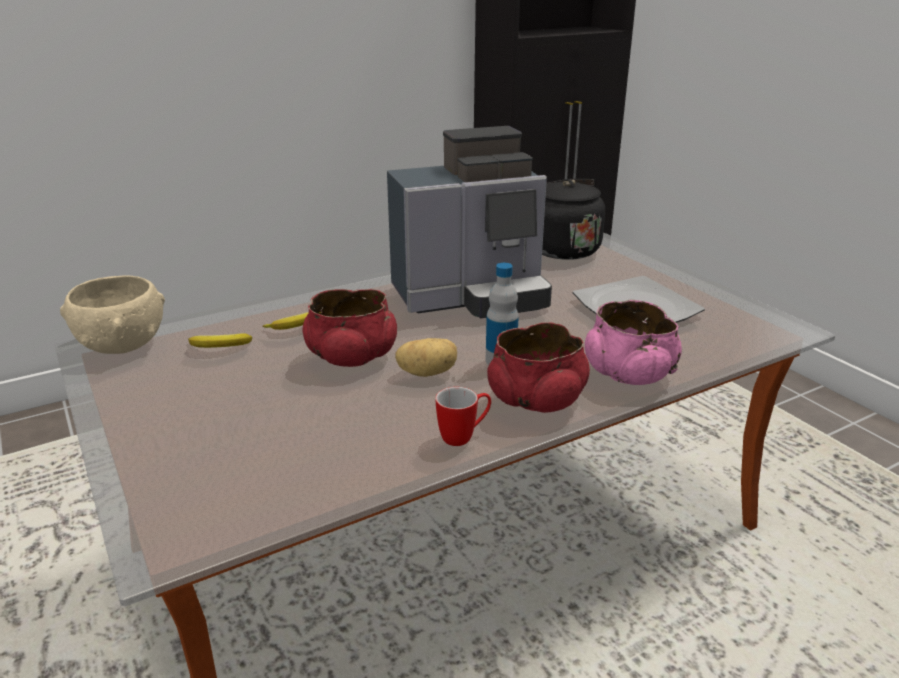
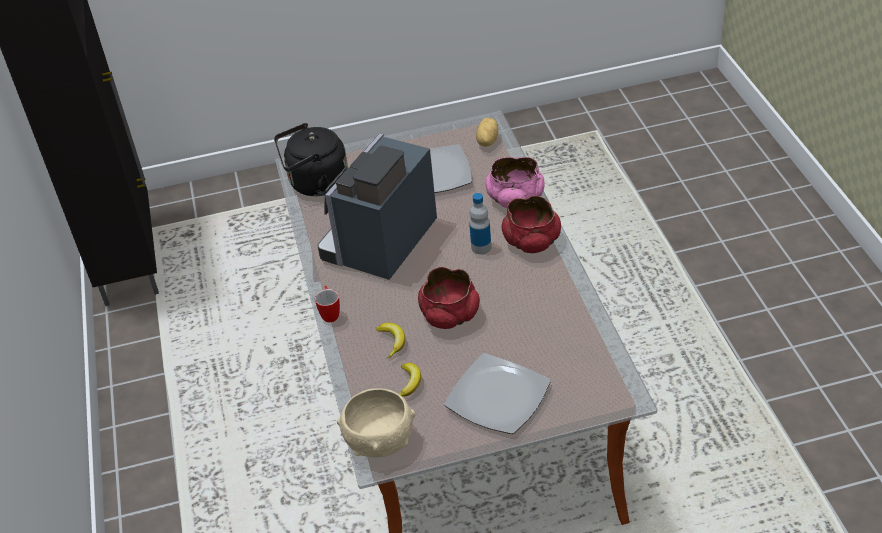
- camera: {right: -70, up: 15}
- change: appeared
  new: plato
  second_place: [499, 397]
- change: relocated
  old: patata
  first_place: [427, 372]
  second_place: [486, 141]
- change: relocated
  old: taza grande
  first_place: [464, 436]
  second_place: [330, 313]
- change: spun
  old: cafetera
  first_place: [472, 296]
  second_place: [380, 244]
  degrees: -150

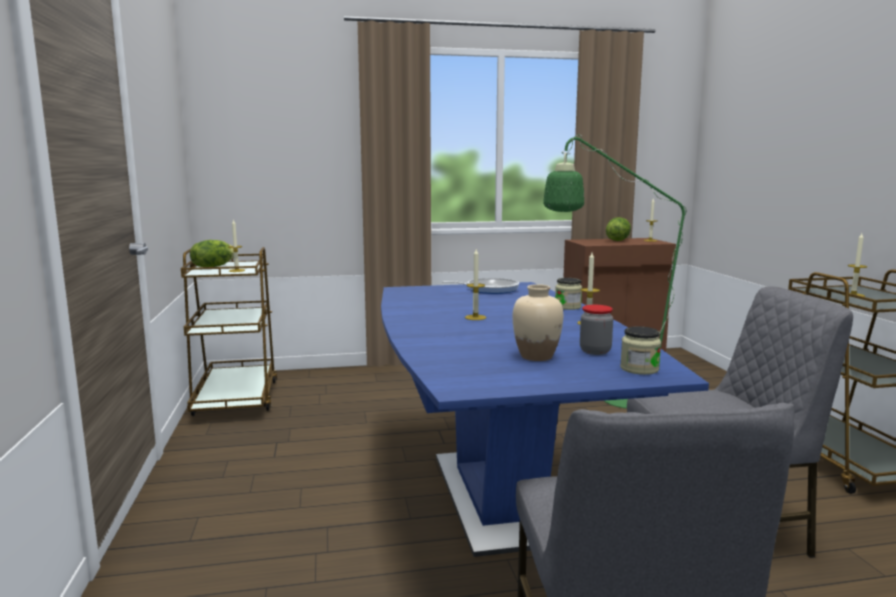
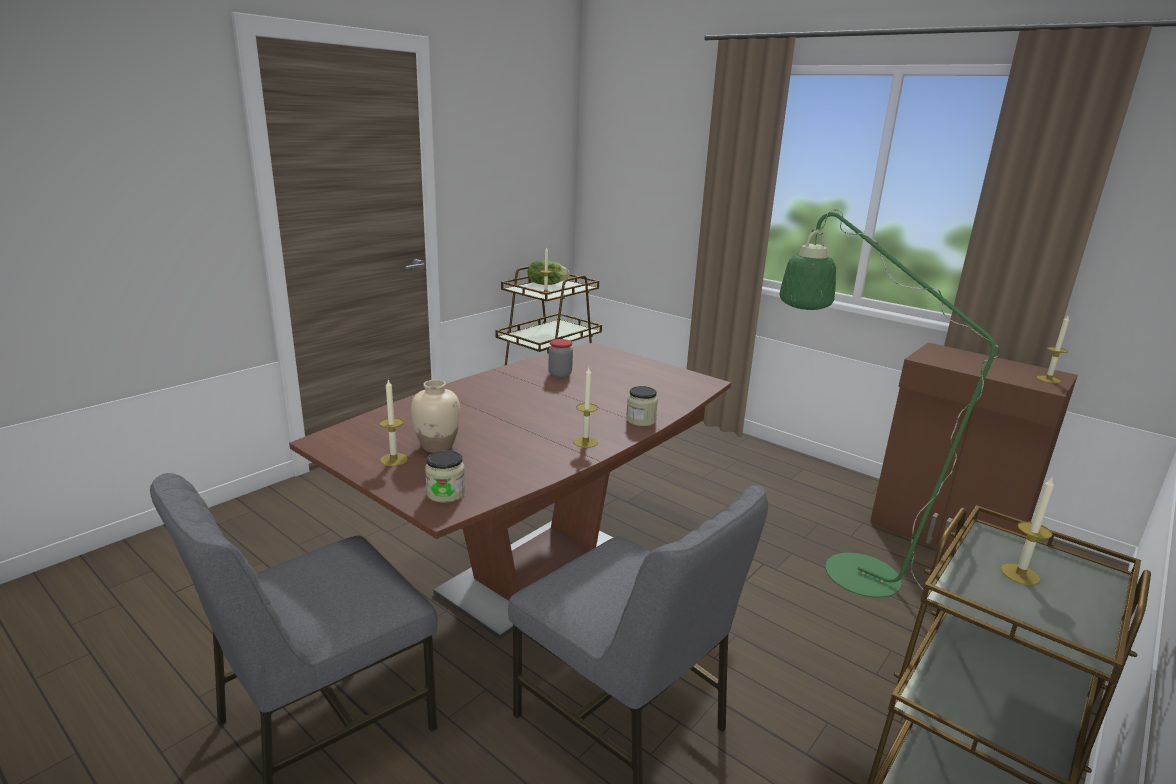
- camera: {right: 50, up: 10}
- change: missing
  old: sartén
  first_place: [489, 289]
- change: missing
  old: lechuga
  first_place: [617, 240]
- change: relocated
  old: vela
  first_place: [475, 317]
  second_place: [394, 459]
- change: relocated
  old: tarro
  first_place: [595, 351]
  second_place: [560, 374]
- change: colour
  old: mesa de comedor (azul)
  new: mesa de comedor (marrón)
  first_place: [497, 496]
  second_place: [536, 570]

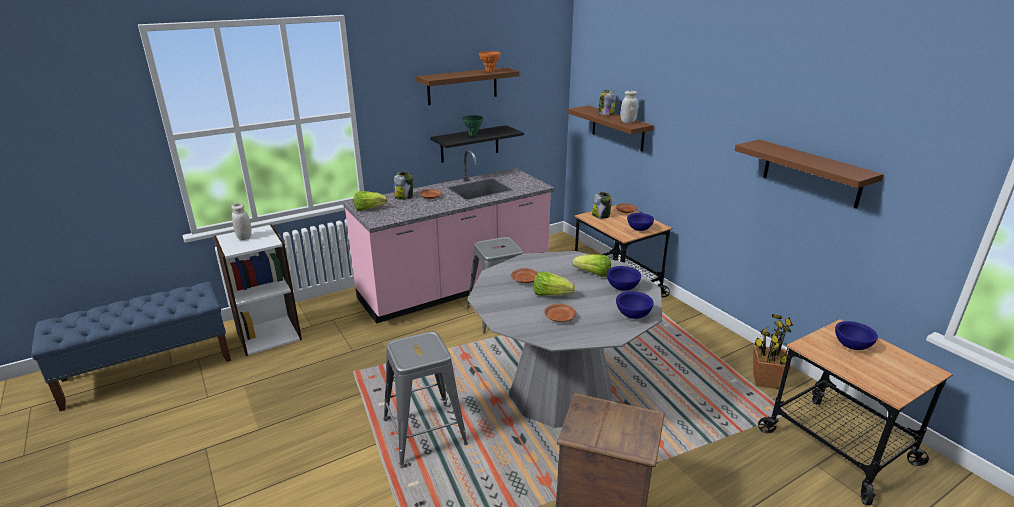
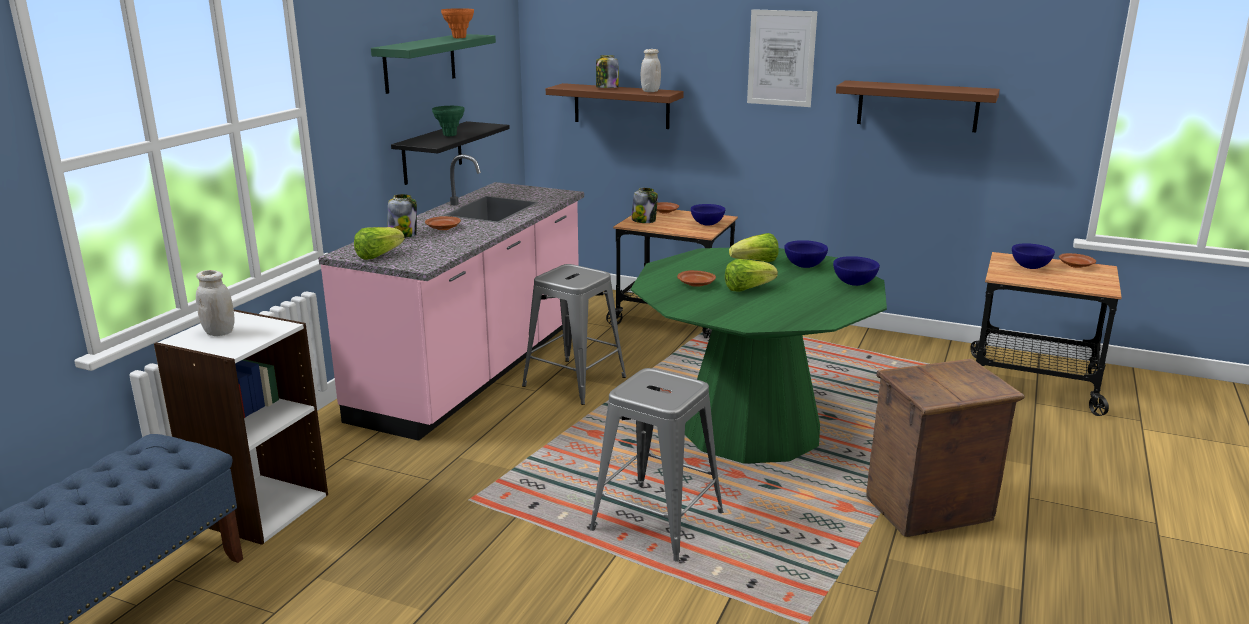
- camera: {right: -35, up: -5}
- change: missing
  old: planta en maceta
  first_place: [765, 381]
- change: appeared
  new: cuadro
  second_place: [781, 58]
- change: relocated
  old: plato (marrón)
  first_place: [559, 317]
  second_place: [1075, 265]
- change: colour
  old: estante (marrón)
  new: estante (verde)
  first_place: [462, 86]
  second_place: [420, 63]
- change: colour
  old: mesa de comedor (gris)
  new: mesa de comedor (verde)
  first_place: [560, 392]
  second_place: [751, 429]

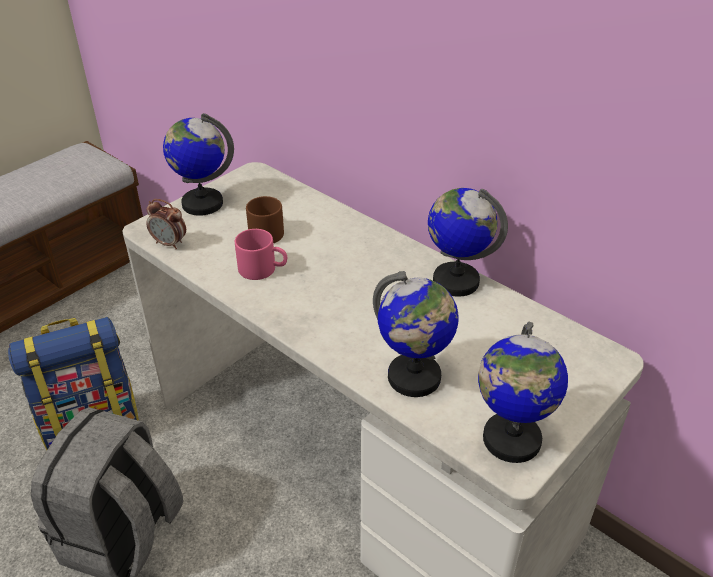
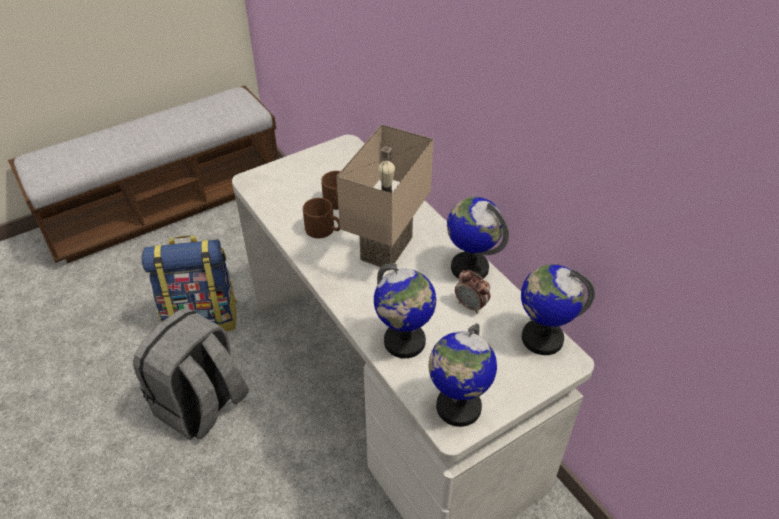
- camera: {right: 15, up: 5}
- change: appeared
  new: lámpara de mesa (beis)
  second_place: [384, 247]
- change: relocated
  old: despertador
  first_place: [170, 243]
  second_place: [471, 306]
- change: relocated
  old: globo terráqueo
  first_place: [202, 203]
  second_place: [541, 338]
- change: colour
  old: taza grande (rosa)
  new: taza grande (marrón)
  first_place: [263, 269]
  second_place: [324, 230]

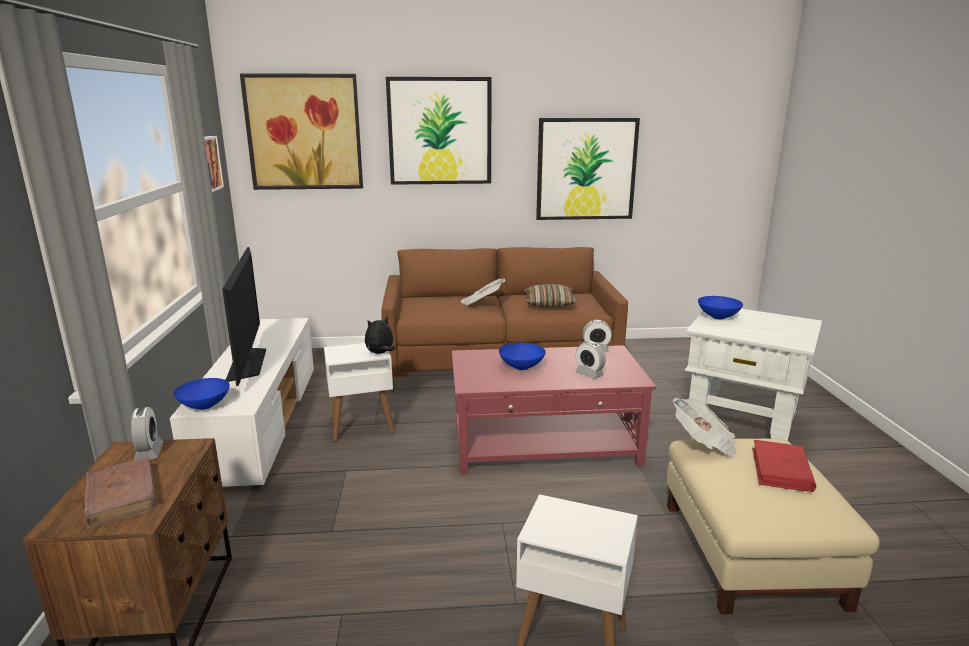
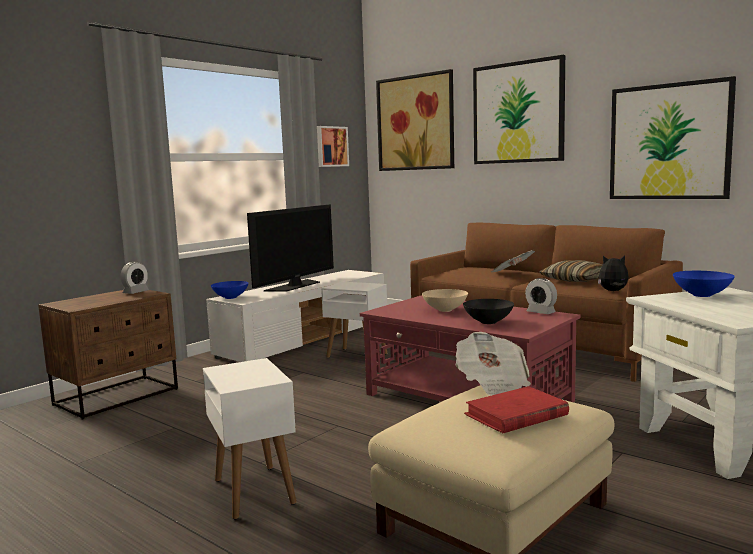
- camera: {right: 45, up: -10}
- change: missing
  old: libro (marrón)
  first_place: [120, 496]
- change: relocated
  old: peluche
  first_place: [380, 353]
  second_place: [613, 291]
- change: exchanged
  old: despertador
  new: cuenco (negro)
  first_place: [589, 374]
  second_place: [488, 322]
- change: colour
  old: cuenco (azul)
  new: cuenco (beis)
  first_place: [521, 367]
  second_place: [445, 310]

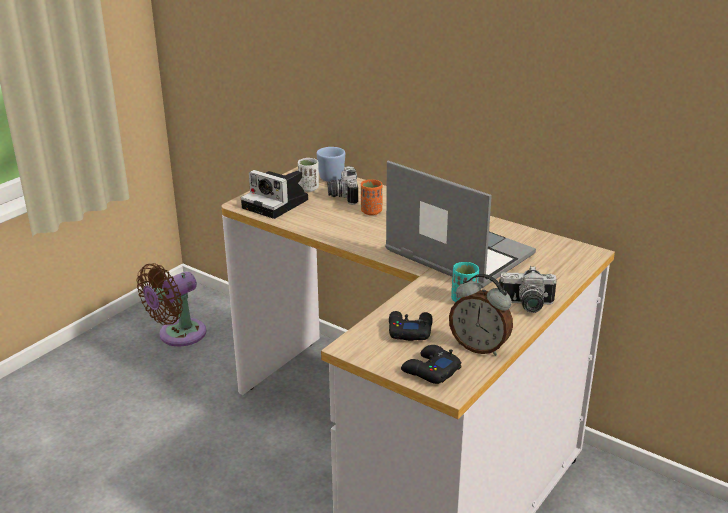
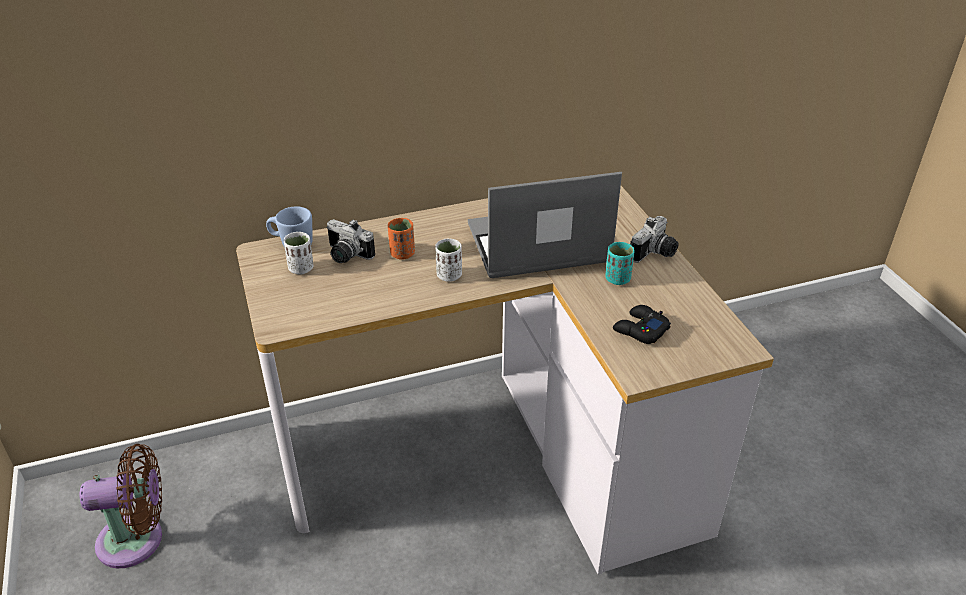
- camera: {right: -55, up: 10}
- change: missing
  old: cámara
  first_place: [278, 204]
- change: missing
  old: mando de consola (negro)
  first_place: [430, 370]
- change: missing
  old: despertador
  first_place: [479, 347]
- change: appeared
  new: taza (blanco)
  second_place: [449, 275]
- change: spun
  old: ventilador (marrón)
  first_place: [178, 335]
  second_place: [137, 540]
  degrees: -90

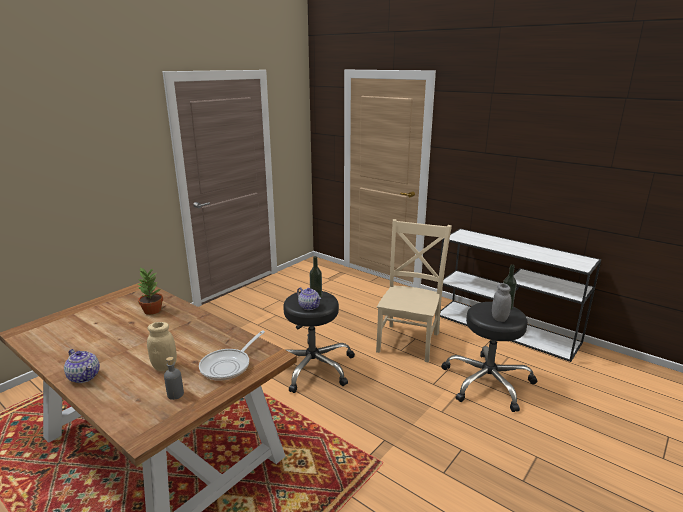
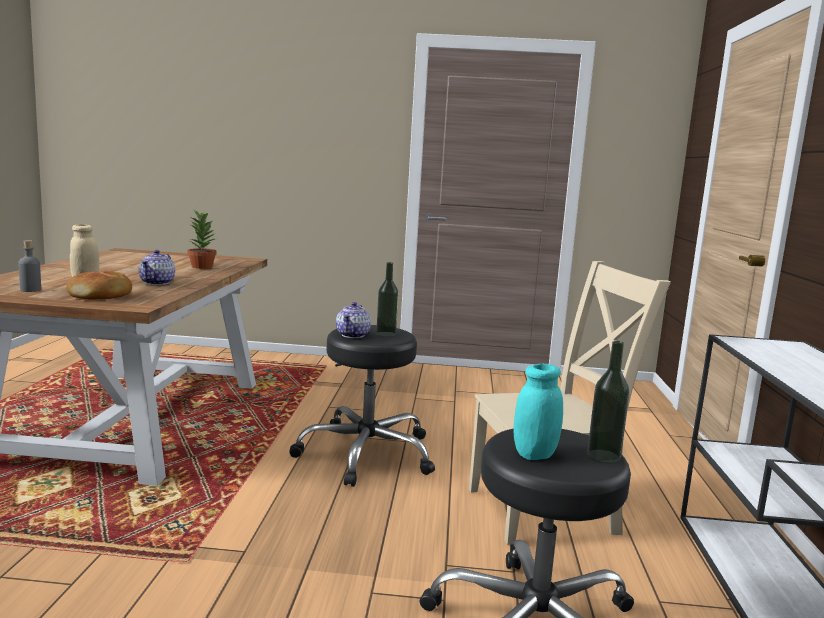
- camera: {right: 55, up: -10}
- change: relocated
  old: tetera
  first_place: [84, 376]
  second_place: [158, 283]
- change: exchanged
  old: sartén
  new: pan
  first_place: [229, 366]
  second_place: [101, 296]
- change: colour
  old: tarro (gris)
  new: tarro (turquesa)
  first_place: [499, 318]
  second_place: [535, 454]

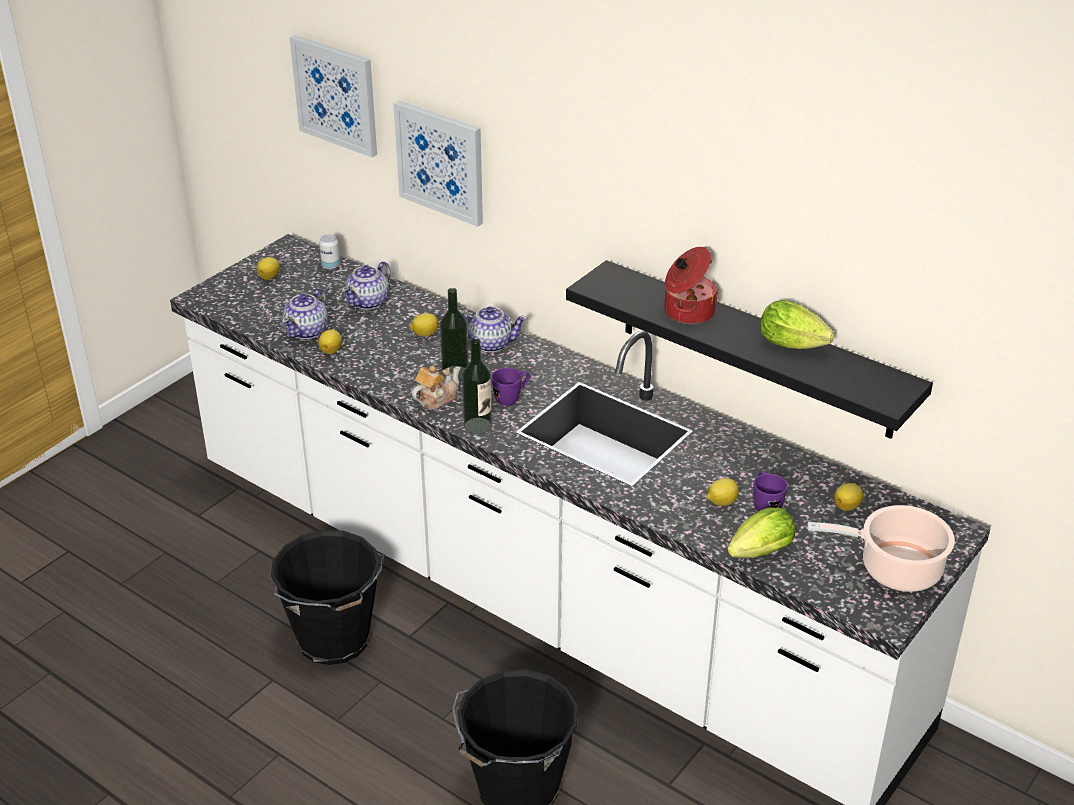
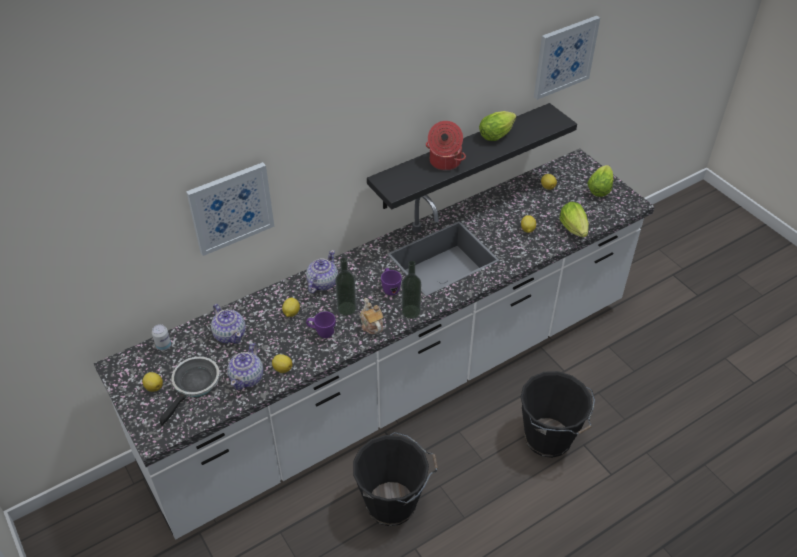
- camera: {right: -70, up: 10}
- change: appeared
  new: sartén
  second_place: [194, 385]
- change: relocated
  old: cuadro
  first_place: [336, 95]
  second_place: [564, 56]
- change: relocated
  old: taza grande (morado)
  first_place: [765, 505]
  second_place: [321, 333]
- change: exchanged
  old: olla
  new: lechuga
  first_place: [894, 569]
  second_place: [600, 188]
- change: spun
  old: tetera
  first_place: [307, 331]
  second_place: [247, 377]
  degrees: 60

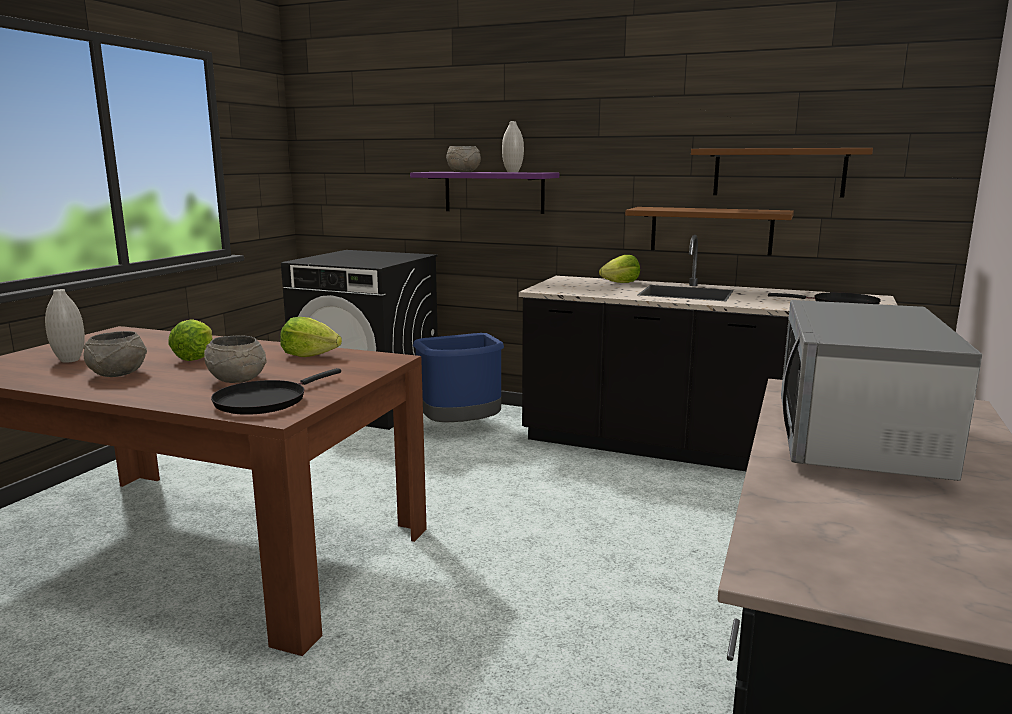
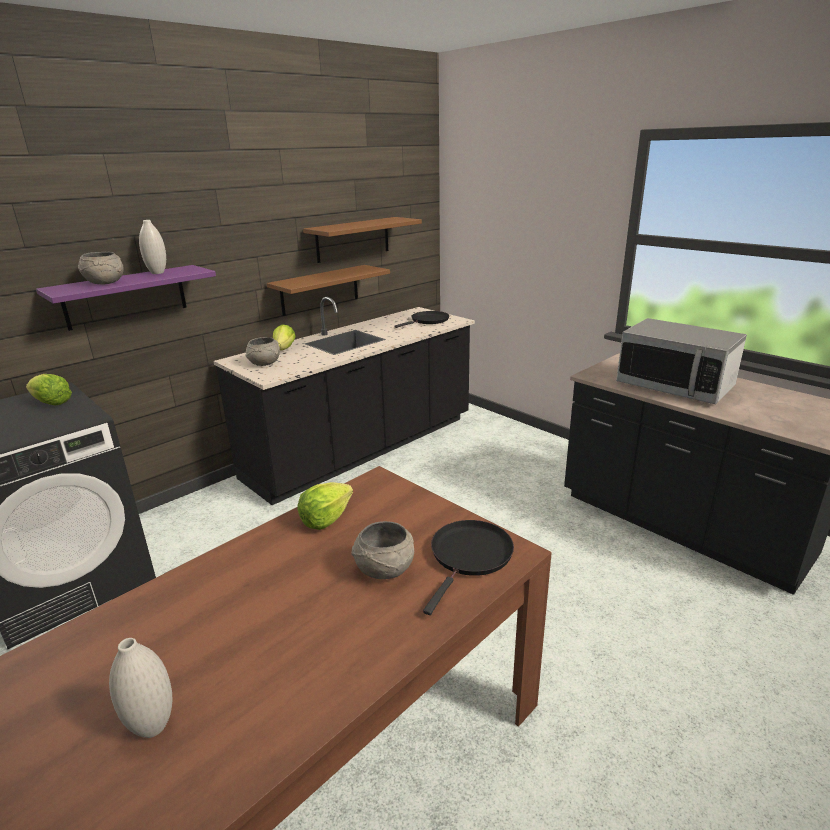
- camera: {right: -65, up: 10}
- change: missing
  old: papelera (azul)
  first_place: [461, 428]
- change: relocated
  old: cuenco (gris)
  first_place: [117, 374]
  second_place: [265, 363]
- change: relocated
  old: lechuga
  first_place: [195, 357]
  second_place: [51, 403]
- change: spun
  old: sartén (negro)
  first_place: [265, 401]
  second_place: [469, 556]
  degrees: -120

